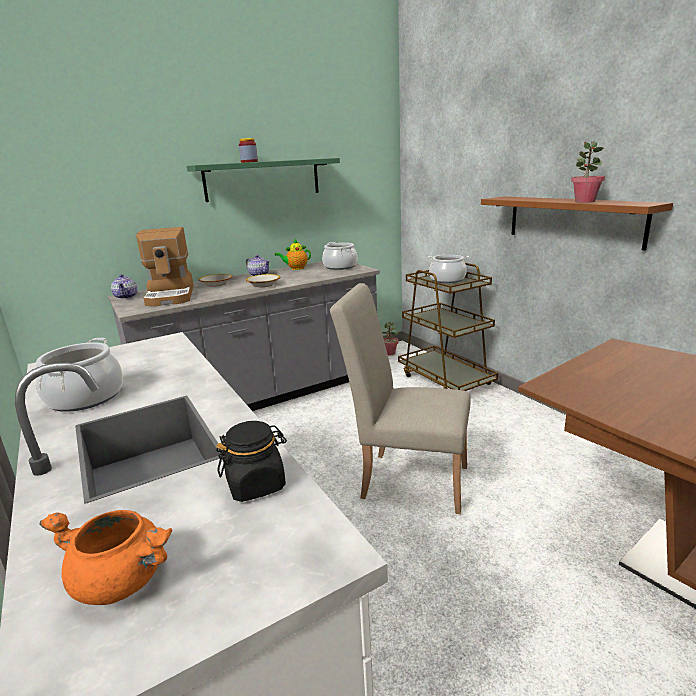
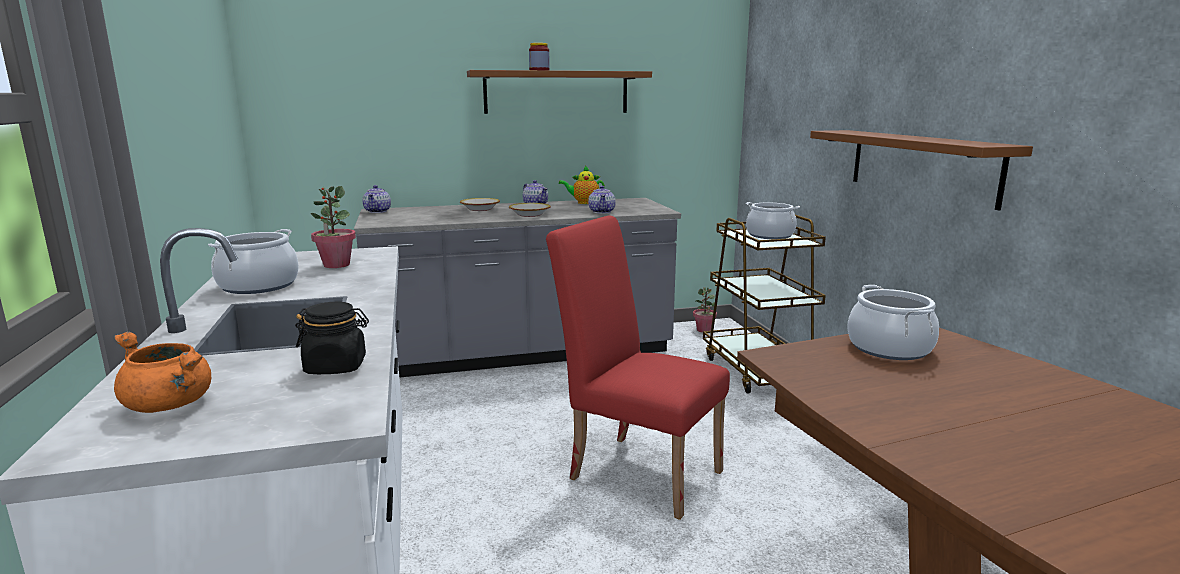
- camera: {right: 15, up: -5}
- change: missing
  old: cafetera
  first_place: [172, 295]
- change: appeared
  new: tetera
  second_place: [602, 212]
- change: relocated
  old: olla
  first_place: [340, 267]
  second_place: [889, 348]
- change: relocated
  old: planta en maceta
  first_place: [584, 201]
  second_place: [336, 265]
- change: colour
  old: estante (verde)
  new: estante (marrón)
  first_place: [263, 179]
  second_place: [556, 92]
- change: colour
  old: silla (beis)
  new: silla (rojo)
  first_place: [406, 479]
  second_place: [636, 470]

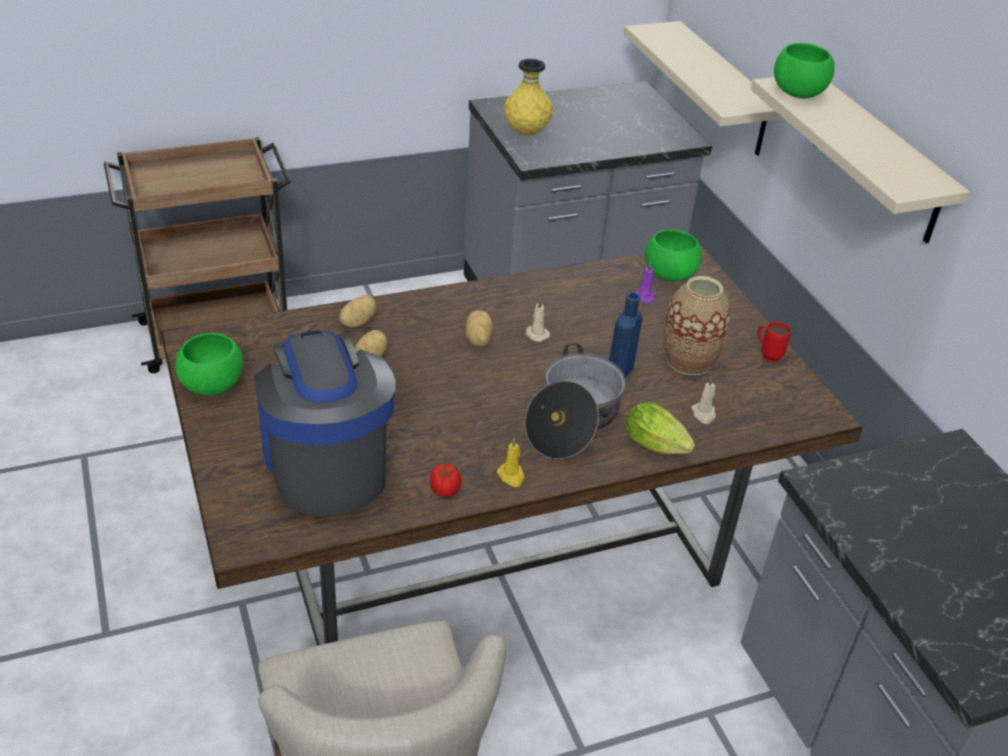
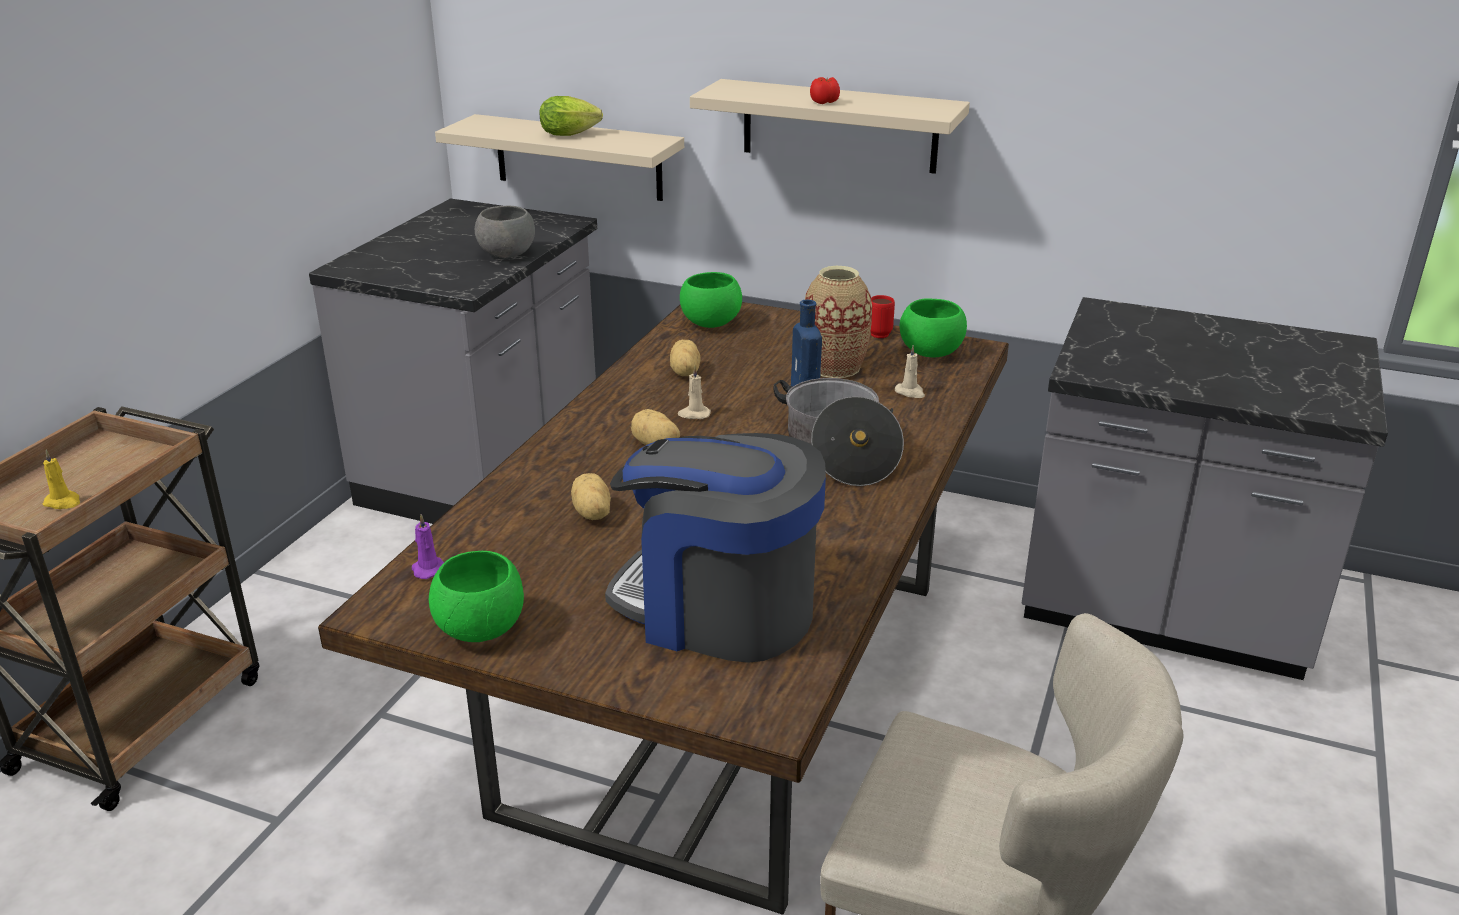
- camera: {right: -45, up: -10}
- change: missing
  old: florero (amarillo)
  first_place: [526, 133]
- change: appeared
  new: cuenco (gris)
  second_place: [508, 255]
- change: relocated
  old: patata
  first_place: [357, 322]
  second_place: [684, 372]
- change: relocated
  old: tomate
  first_place: [445, 490]
  second_place: [825, 102]
- change: relocated
  old: vela (amarillo)
  first_place: [511, 476]
  second_place: [63, 502]
- change: relocated
  old: lechuga
  first_place: [658, 447]
  second_place: [572, 134]
- change: relocated
  old: vela (morado)
  first_place: [644, 296]
  second_place: [428, 569]
- change: relocated
  old: cuenco (verde)
  first_place: [797, 94]
  second_place: [931, 353]

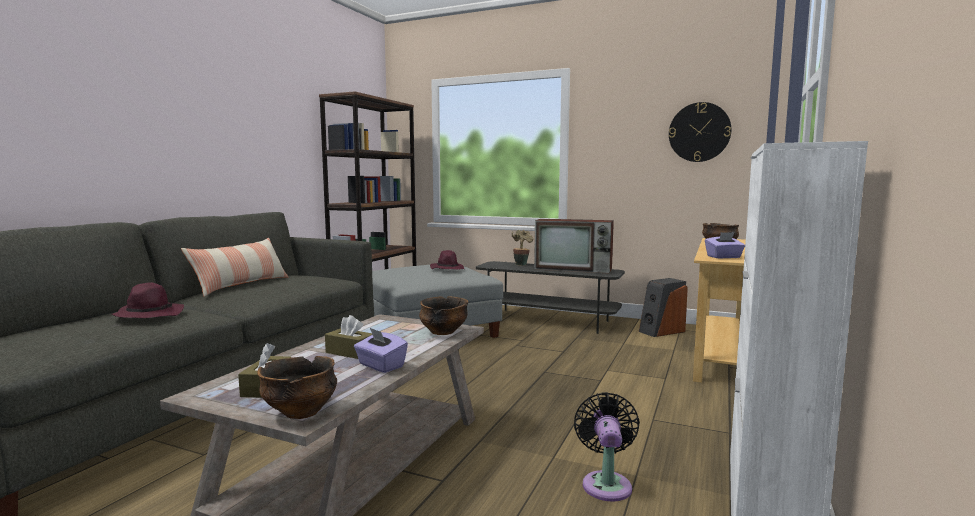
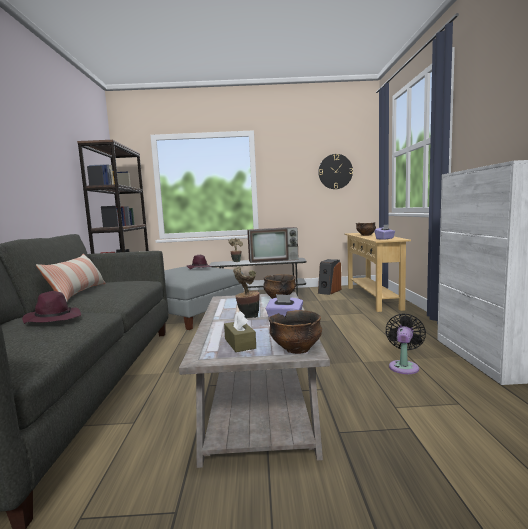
- camera: {right: -25, up: 0}
- change: exchanged
  old: caja de pañuelos (marrón)
  new: planta en maceta
  first_place: [350, 352]
  second_place: [247, 317]
- change: spun
  old: ventilador (negro)
  first_place: [606, 483]
  second_place: [404, 366]
  degrees: 45

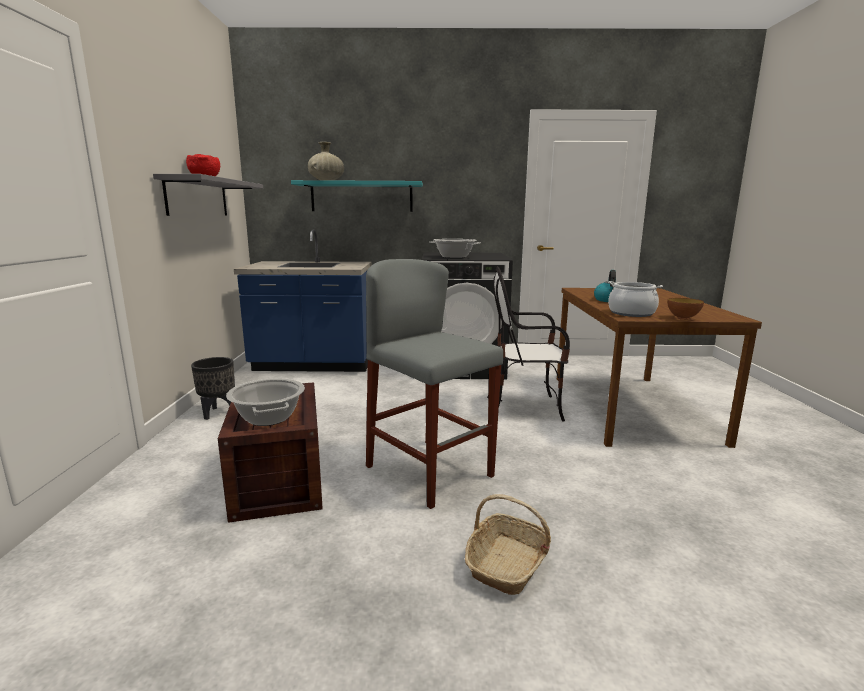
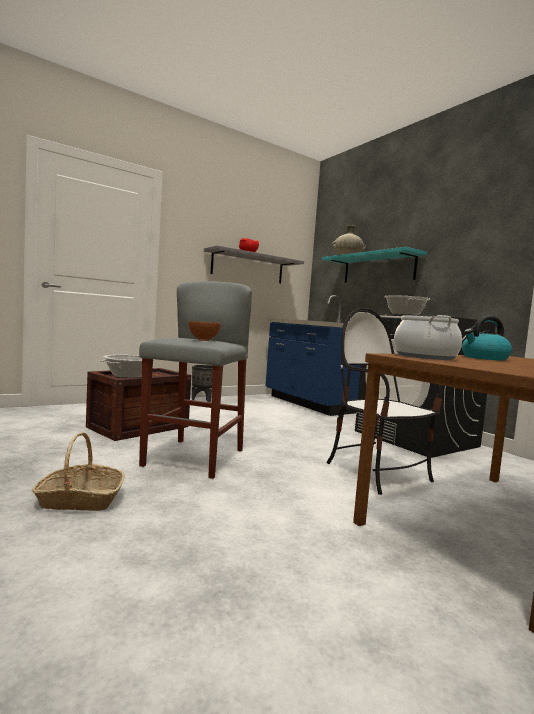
- camera: {right: 55, up: -10}
- change: relocated
  old: cuenco
  first_place: [682, 318]
  second_place: [203, 340]

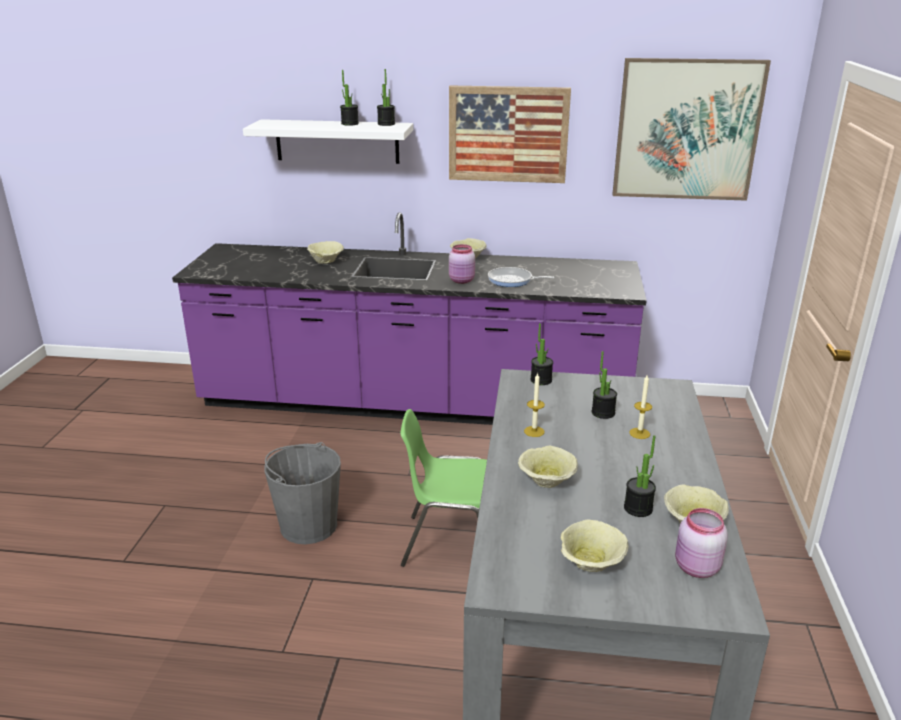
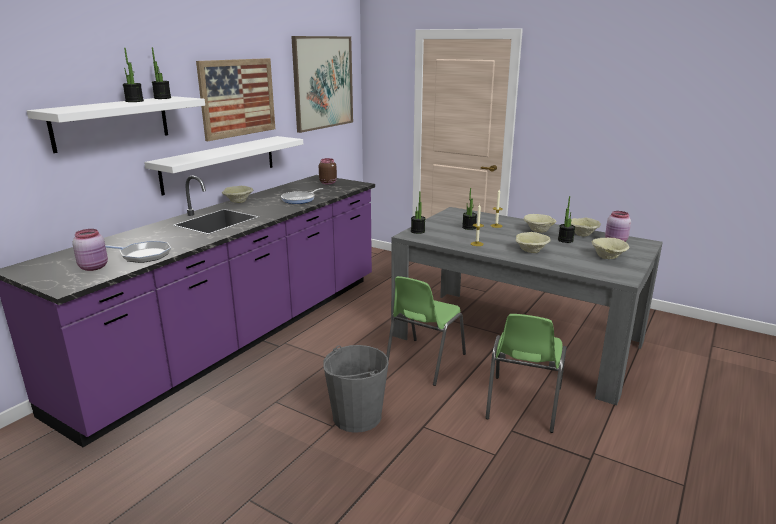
- camera: {right: -65, up: -5}
- change: appeared
  new: sartén
  second_place: [143, 255]
- change: appeared
  new: estante (blanco)
  second_place: [220, 163]
- change: appeared
  new: tarro (marrón)
  second_place: [328, 183]
- change: appeared
  new: silla (verde)
  second_place: [522, 404]
- change: relocated
  old: cuenco (beis)
  first_place: [327, 261]
  second_place: [538, 230]
- change: relocated
  old: tarro (rosa)
  first_place: [462, 281]
  second_place: [94, 267]

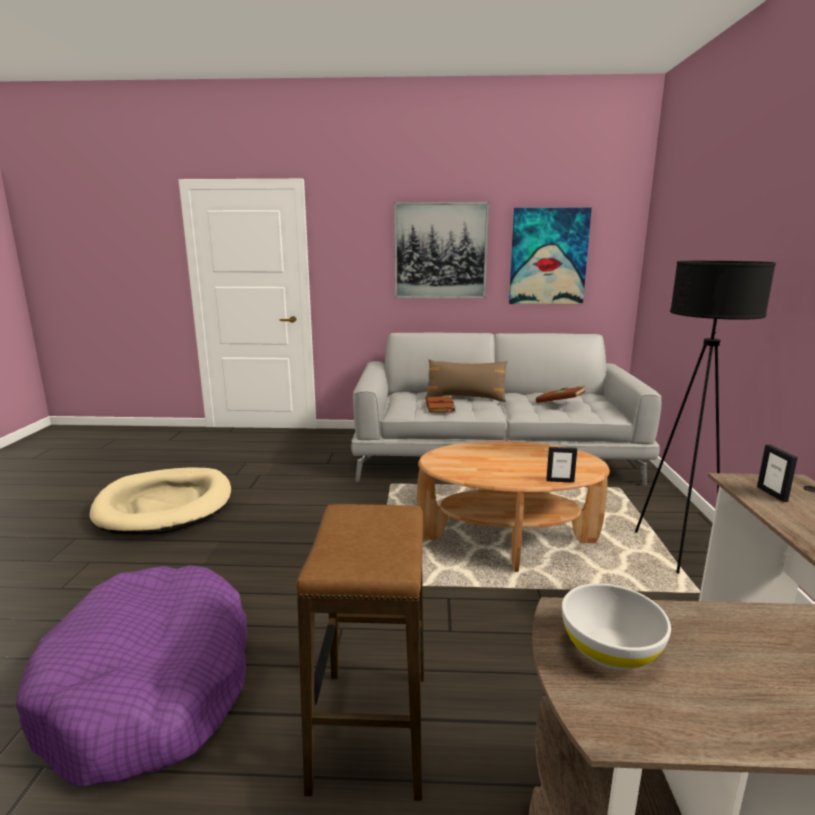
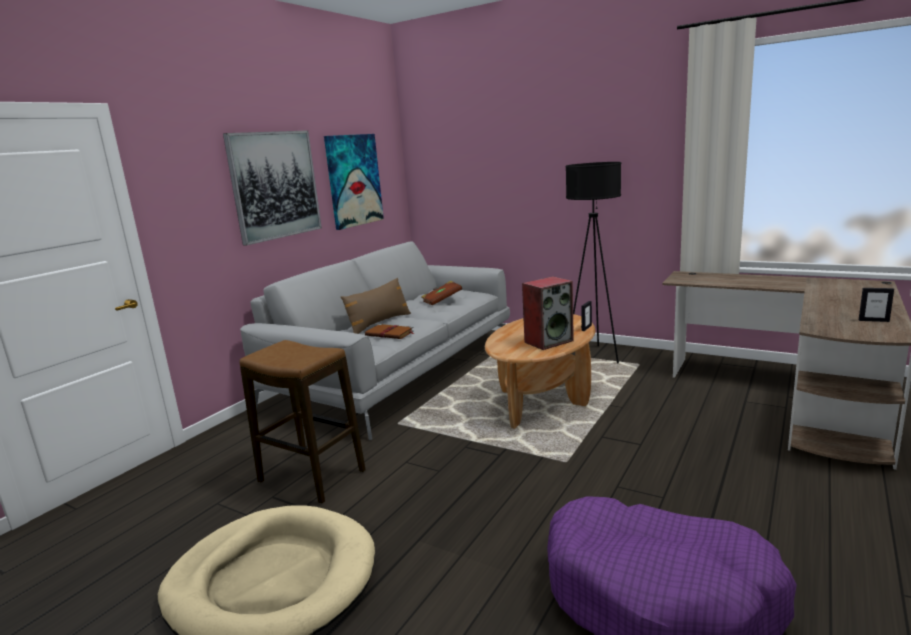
- camera: {right: -60, up: 0}
- change: missing
  old: cuenco (blanco)
  first_place: [609, 649]
- change: appeared
  new: altavoz
  second_place: [549, 341]
- change: relocated
  old: taburete
  first_place: [371, 730]
  second_place: [311, 476]
- change: relocated
  old: portarretratos
  first_place: [772, 494]
  second_place: [873, 320]

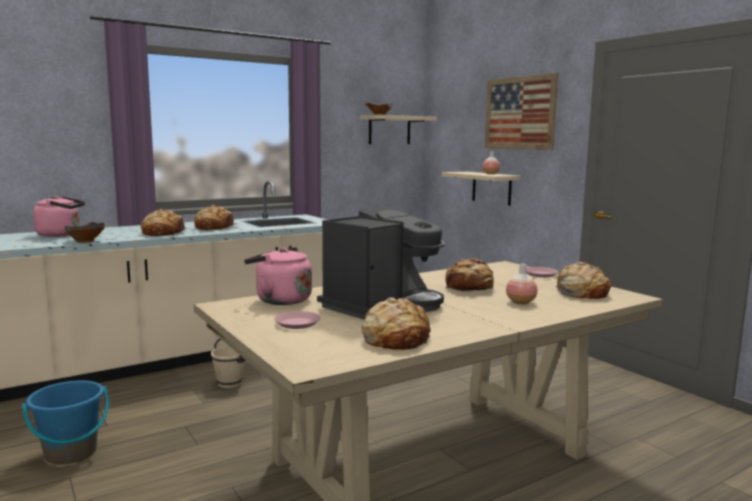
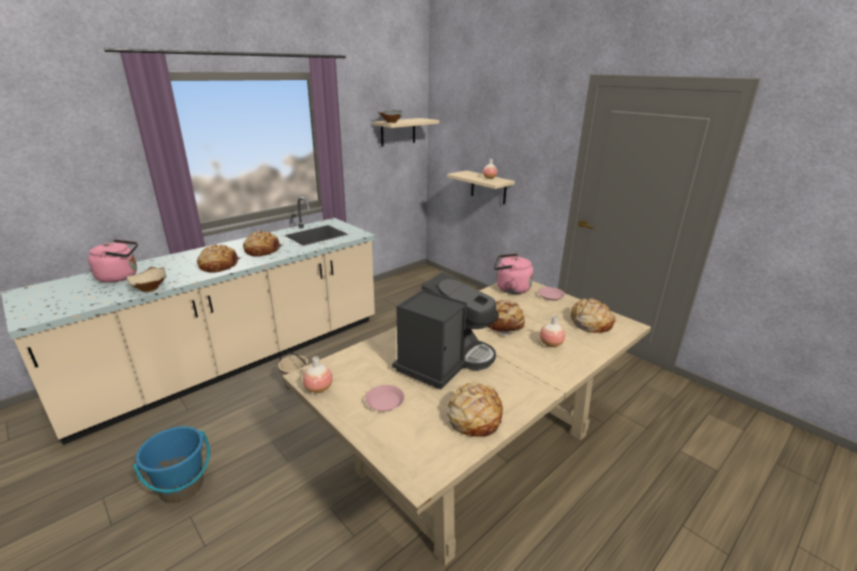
- camera: {right: -10, up: 15}
- change: missing
  old: cuadro
  first_place: [520, 113]
- change: appeared
  new: florero
  second_place: [318, 388]
- change: relocated
  old: hervidor (rosa)
  first_place: [280, 300]
  second_place: [510, 288]
- change: colour
  old: cuenco (negro)
  new: cuenco (beis)
  first_place: [87, 241]
  second_place: [151, 288]

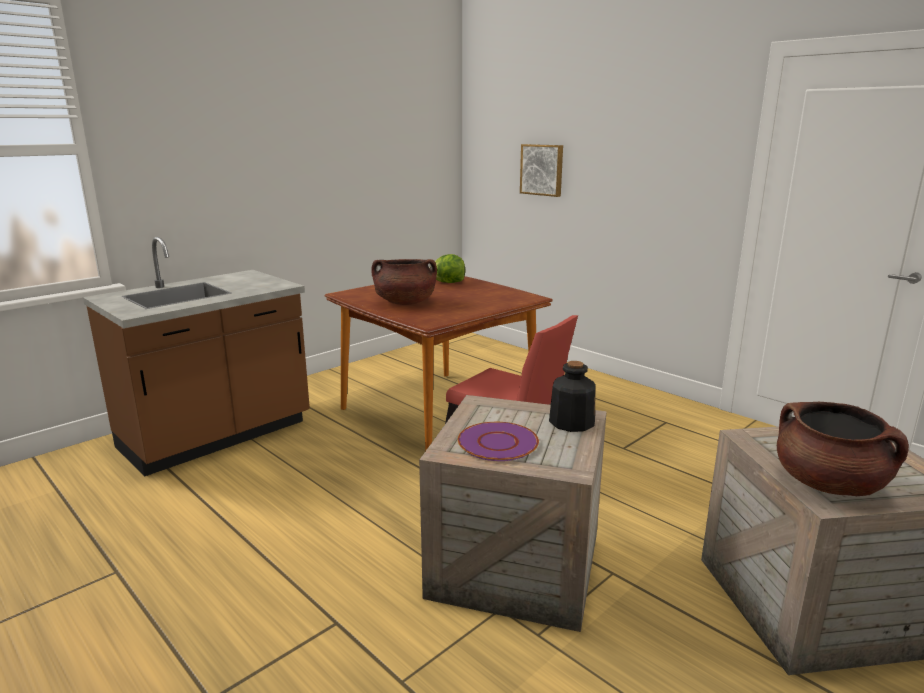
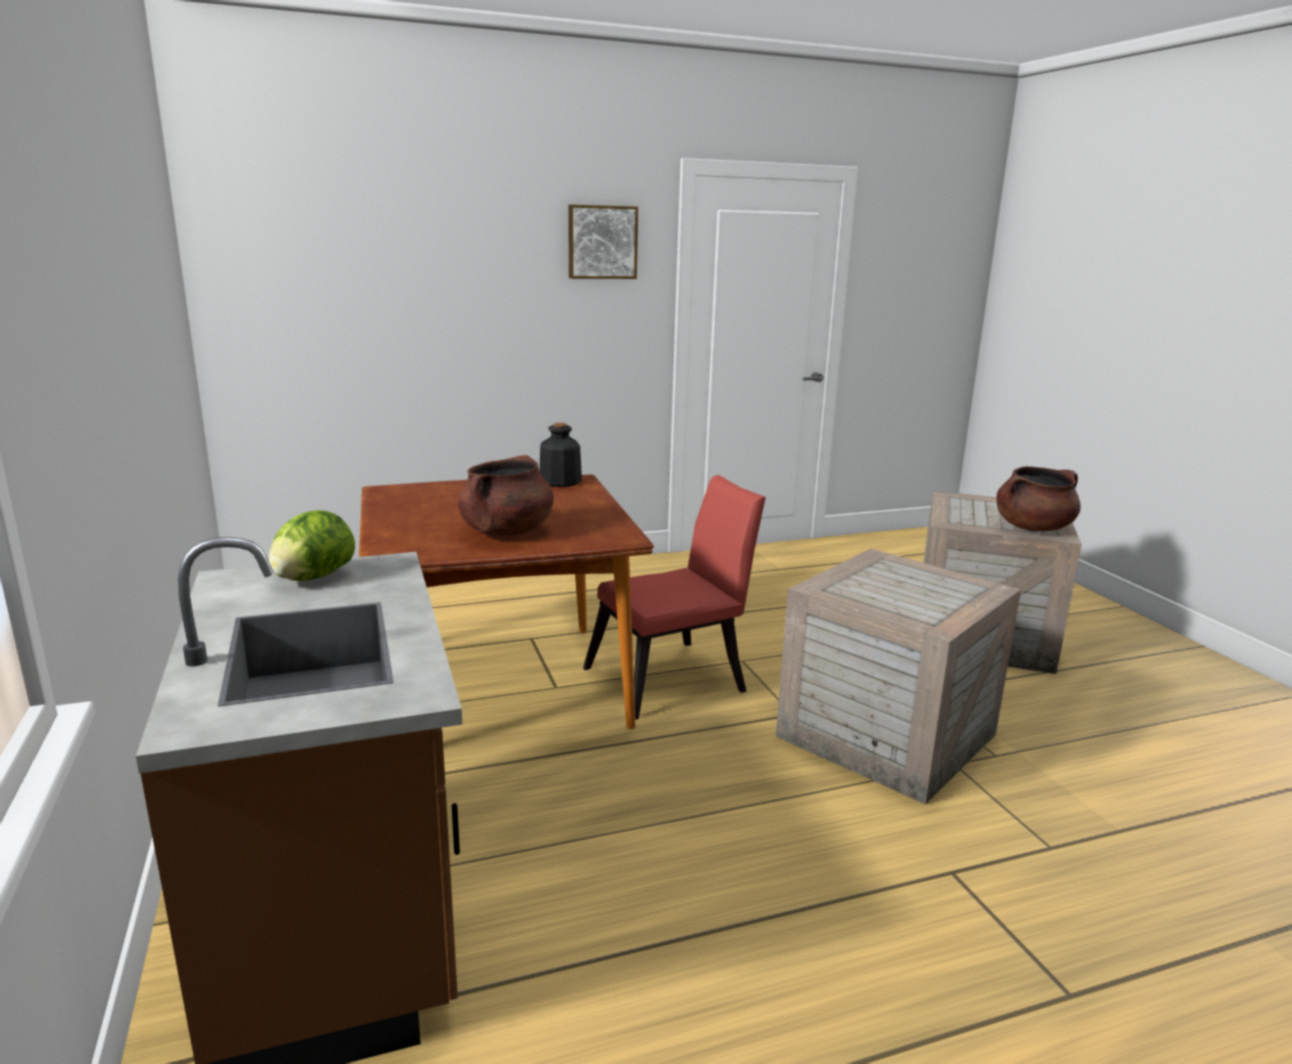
- camera: {right: -65, up: 0}
- change: missing
  old: plato (morado)
  first_place: [498, 443]
- change: relocated
  old: lechuga
  first_place: [448, 283]
  second_place: [313, 577]
- change: relocated
  old: cuadro
  first_place: [542, 170]
  second_place: [602, 242]
- change: relocated
  old: botella
  first_place: [571, 422]
  second_place: [560, 481]

